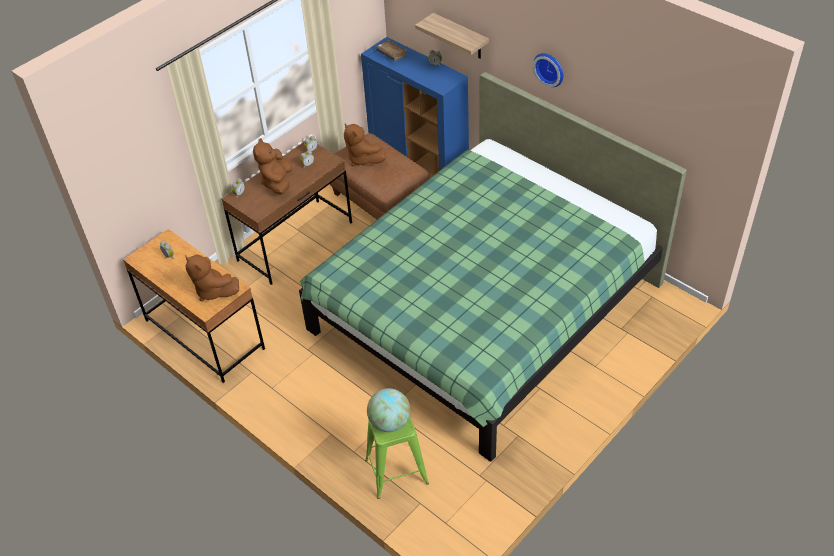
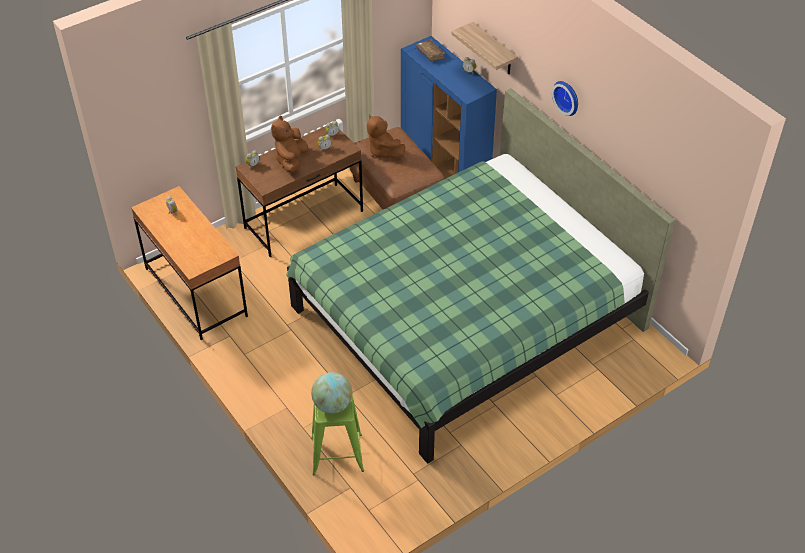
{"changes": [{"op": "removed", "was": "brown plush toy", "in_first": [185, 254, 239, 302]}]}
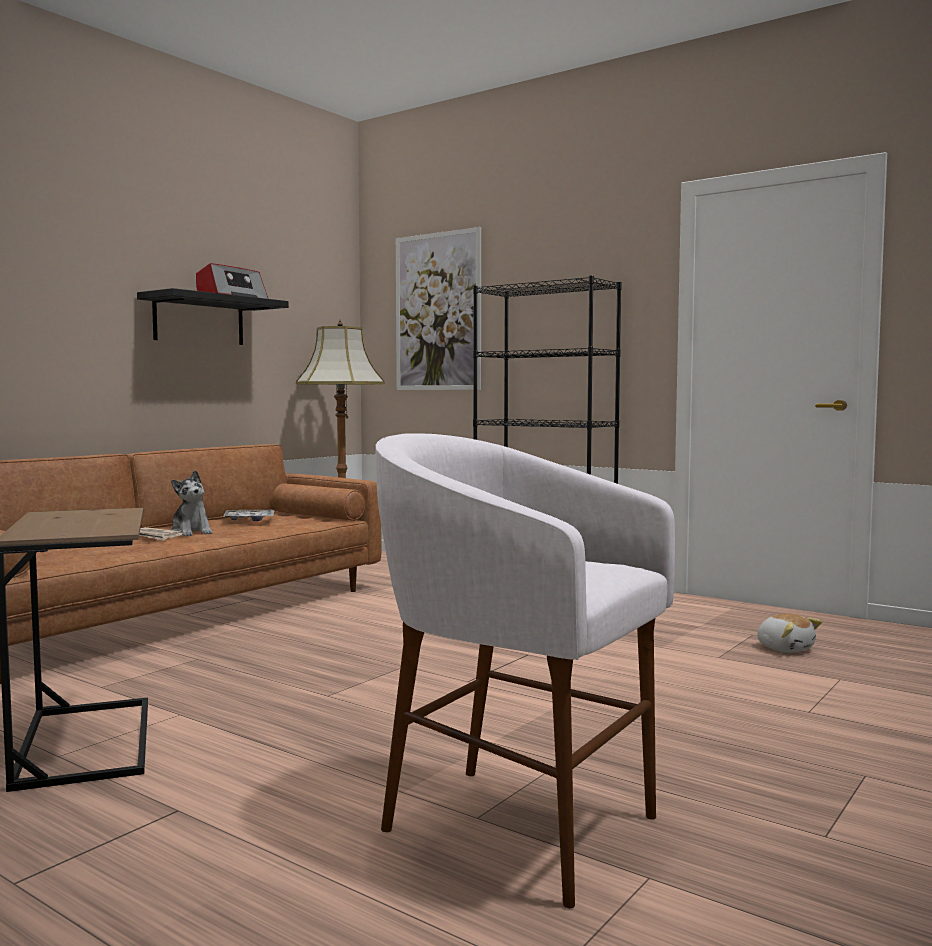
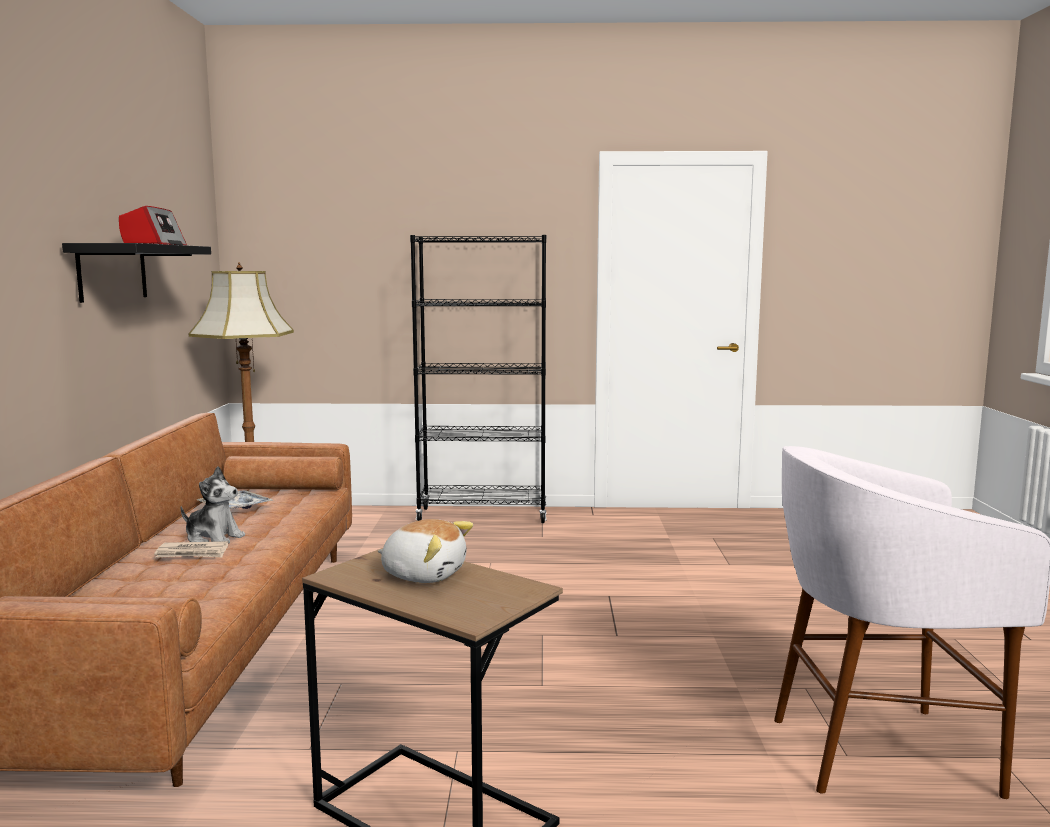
{"changes": [{"op": "moved", "was": "plush toy", "in_first": [757, 613, 822, 653], "in_second": [378, 519, 473, 583]}, {"op": "removed", "was": "picture", "in_first": [396, 227, 481, 390]}]}
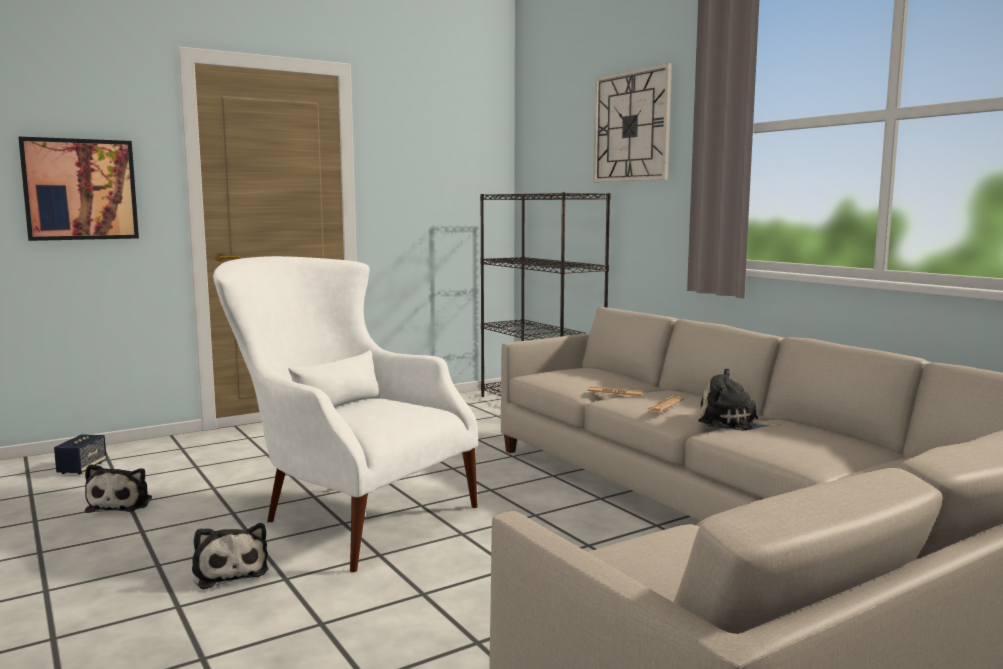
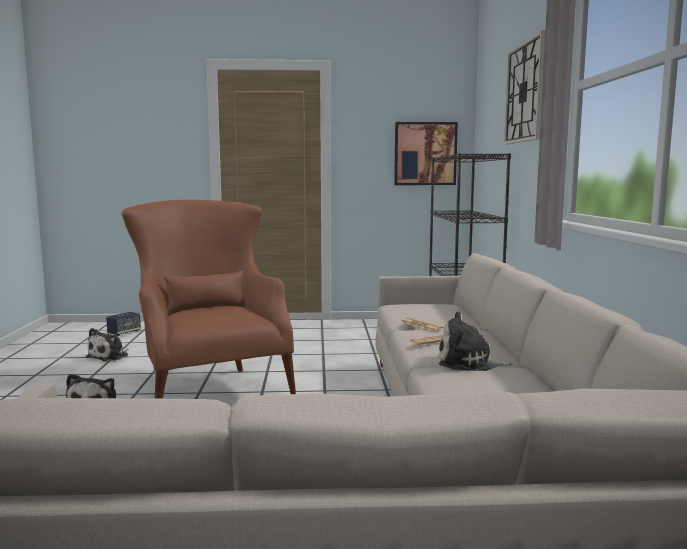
{"changes": [{"op": "recoloured", "was": "white armchair", "now": "brown armchair", "in_first": [213, 256, 478, 572], "in_second": [122, 200, 296, 399]}, {"op": "moved", "was": "picture", "in_first": [18, 137, 139, 241], "in_second": [394, 122, 458, 185]}, {"op": "turned", "was": "plush toy", "in_first": [698, 368, 779, 431], "in_second": [439, 312, 513, 371], "clockwise": -45}]}
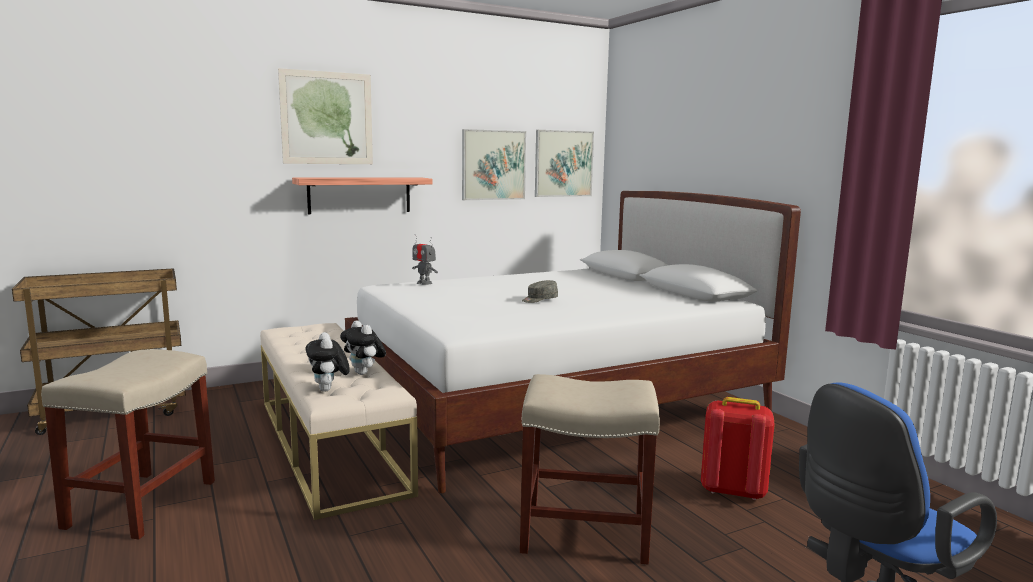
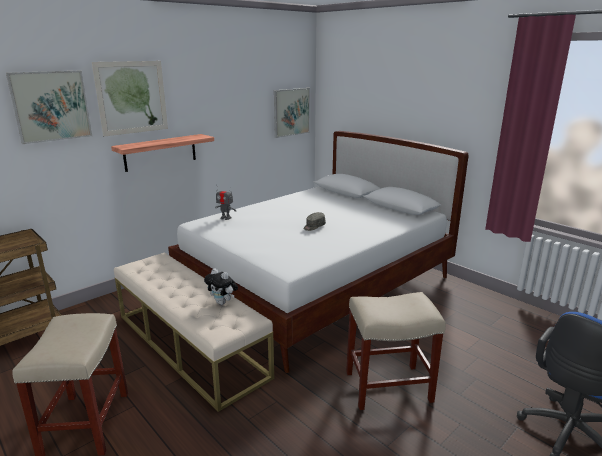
{"changes": [{"op": "moved", "was": "picture", "in_first": [462, 129, 526, 200], "in_second": [6, 71, 92, 144]}, {"op": "removed", "was": "plush toy", "in_first": [305, 332, 350, 392]}, {"op": "removed", "was": "red backpack", "in_first": [701, 397, 775, 500]}]}
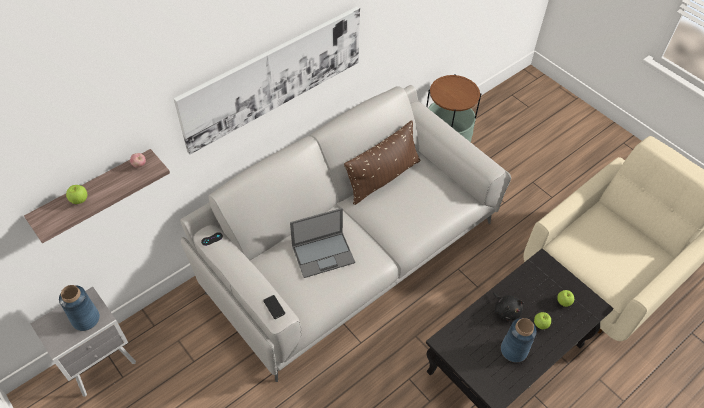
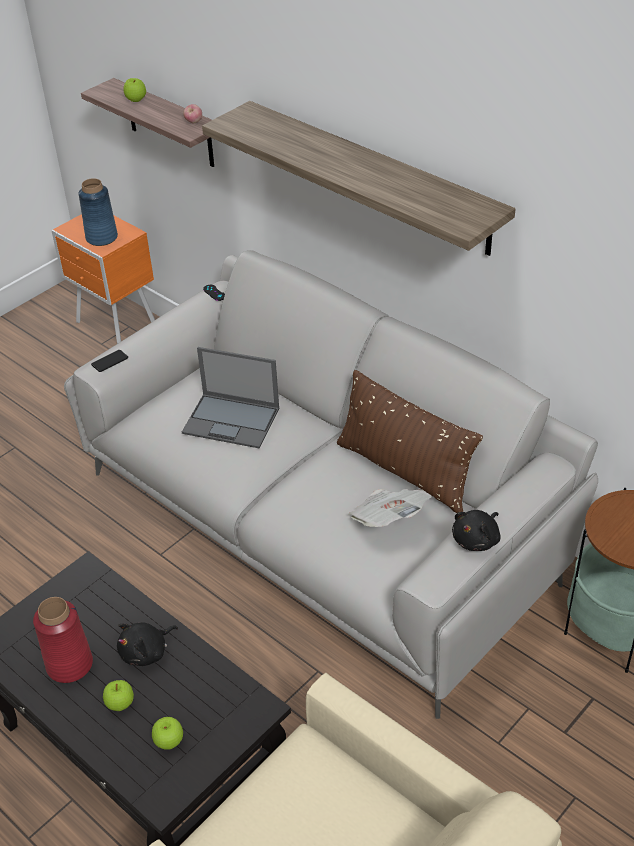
{"changes": [{"op": "recoloured", "was": "blue vase", "now": "red vase", "in_first": [501, 318, 537, 362], "in_second": [33, 597, 93, 683]}, {"op": "recoloured", "was": "grey nightstand", "now": "orange nightstand", "in_first": [31, 287, 136, 397], "in_second": [51, 214, 155, 344]}, {"op": "turned", "was": "laptop", "in_first": [290, 208, 355, 278], "in_second": [182, 347, 279, 449], "clockwise": -45}, {"op": "replaced", "was": "picture", "now": "shelf", "in_first": [173, 6, 360, 155], "in_second": [202, 101, 515, 256]}, {"op": "added", "now": "newspaper", "in_second": [348, 489, 431, 527]}, {"op": "added", "now": "black plush toy", "in_second": [452, 510, 501, 551]}]}
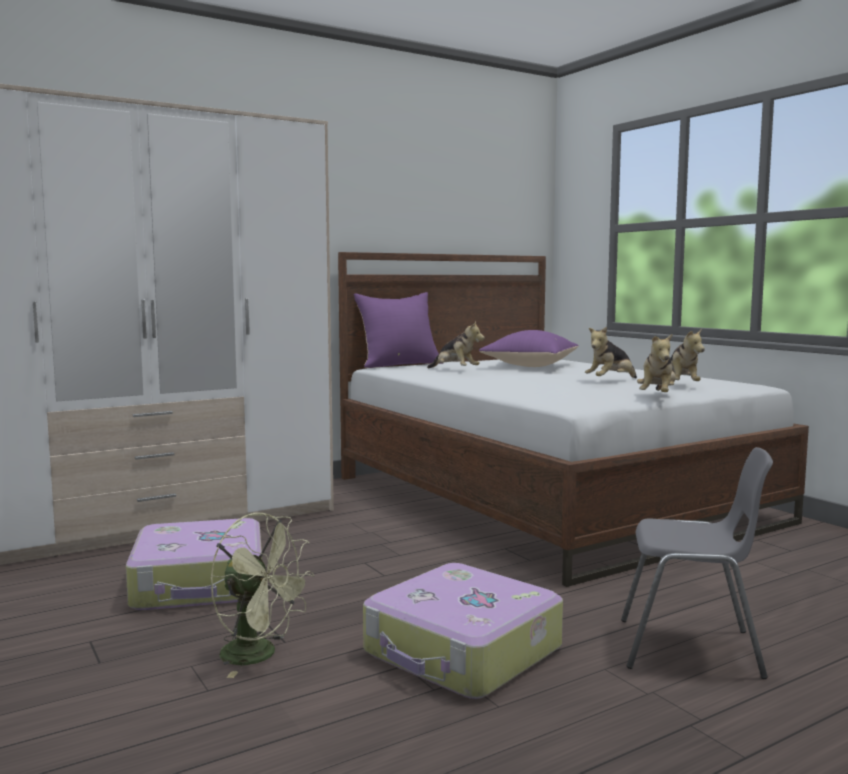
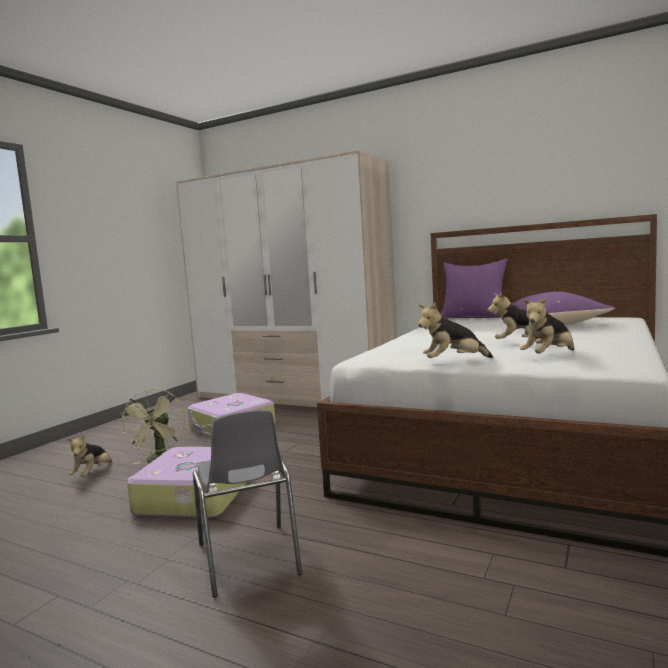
{"changes": [{"op": "moved", "was": "plush toy", "in_first": [427, 321, 485, 368], "in_second": [68, 434, 112, 477]}]}
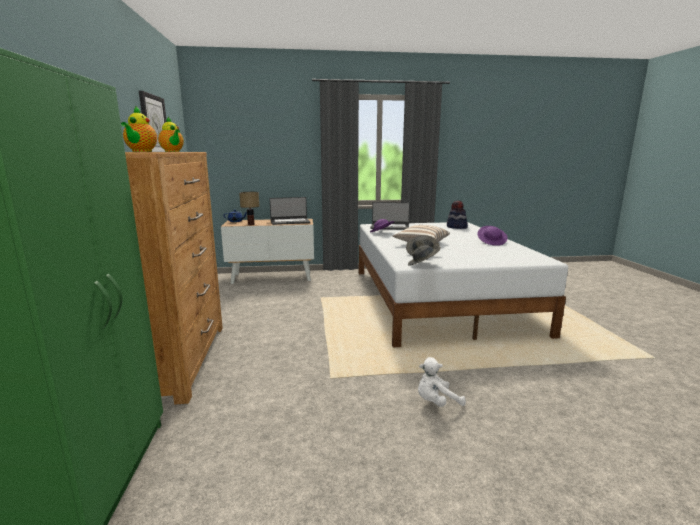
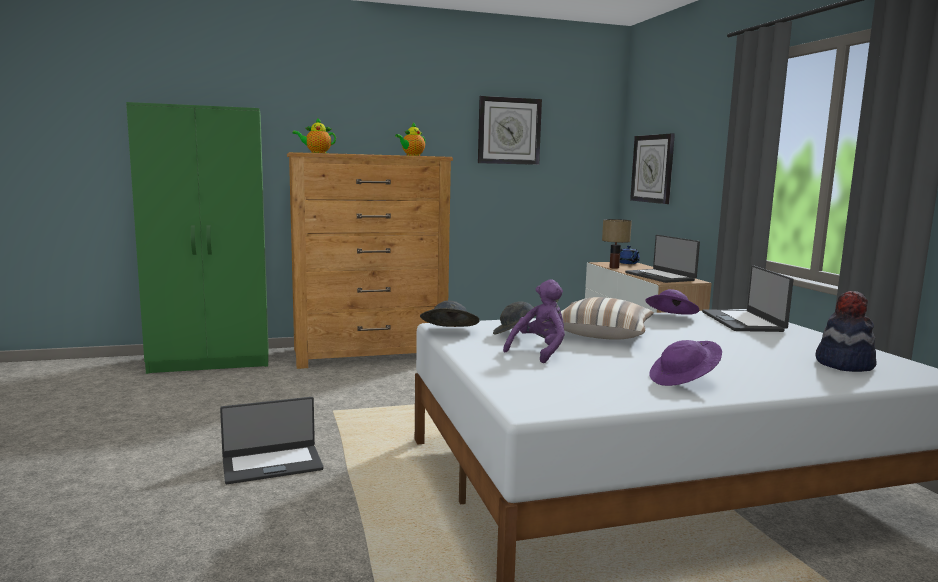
{"changes": [{"op": "replaced", "was": "white plush toy", "now": "laptop", "in_first": [418, 357, 466, 407], "in_second": [220, 397, 324, 484]}, {"op": "added", "now": "purple plush toy", "in_second": [503, 279, 565, 363]}, {"op": "added", "now": "wall clock", "in_second": [630, 134, 675, 204]}]}
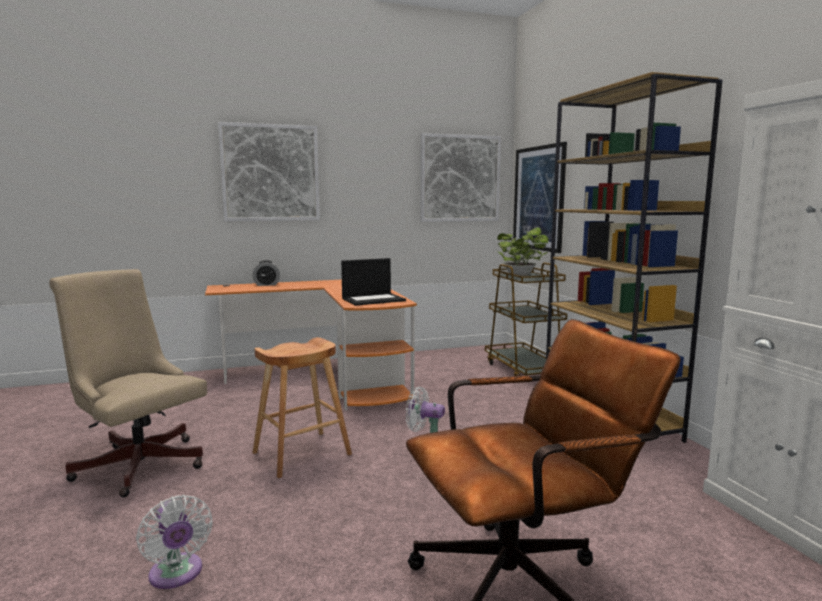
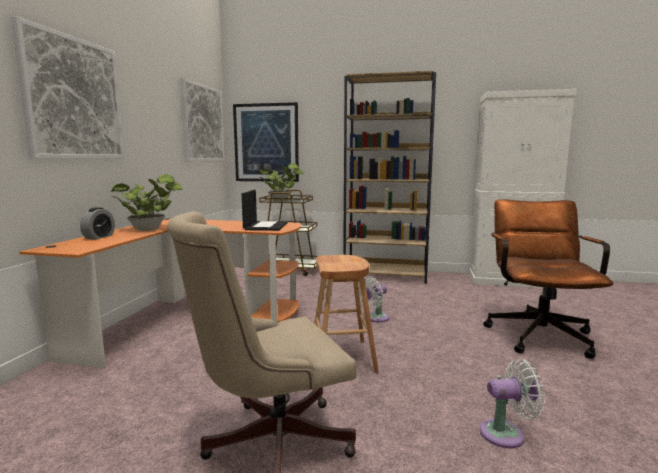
{"changes": [{"op": "added", "now": "potted plant", "in_second": [111, 174, 183, 231]}]}
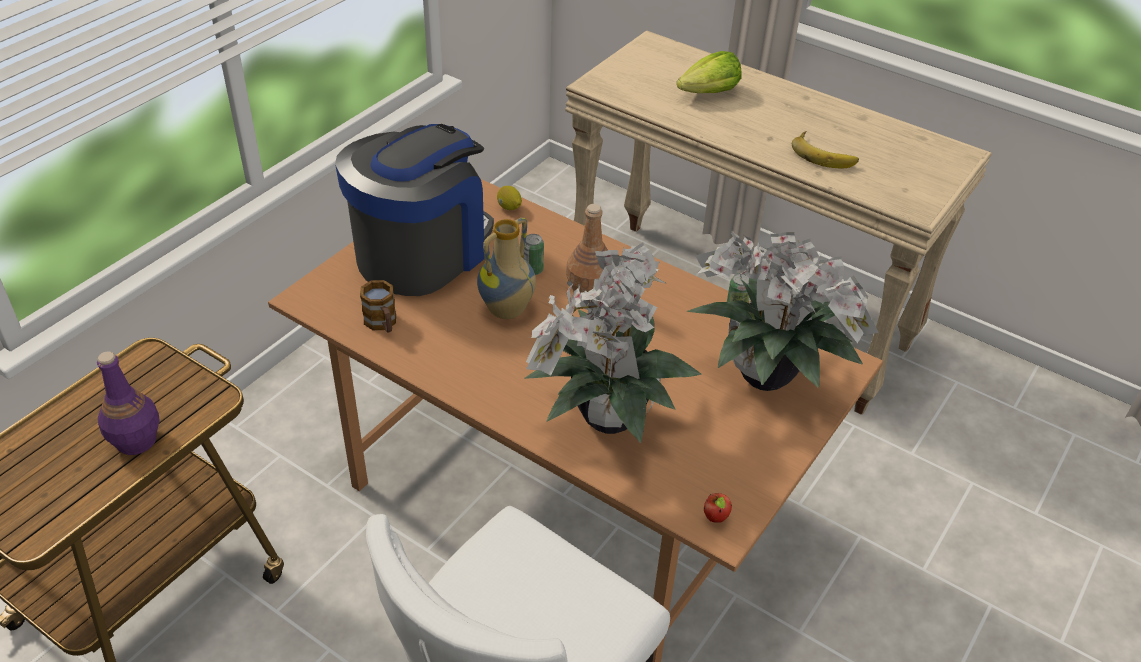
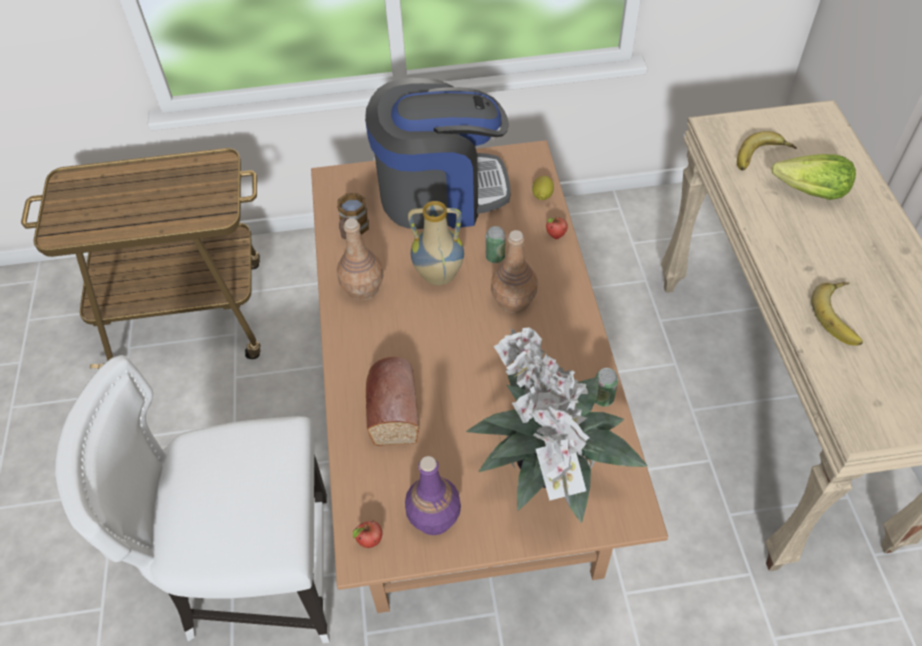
{"changes": [{"op": "added", "now": "brown bottle", "in_second": [337, 218, 384, 301]}, {"op": "replaced", "was": "potted plant", "now": "bread", "in_first": [524, 243, 702, 443], "in_second": [366, 357, 419, 446]}, {"op": "moved", "was": "purple bottle", "in_first": [97, 351, 160, 455], "in_second": [405, 456, 461, 535]}, {"op": "added", "now": "apple", "in_second": [546, 217, 568, 239]}, {"op": "added", "now": "banana", "in_second": [737, 131, 797, 170]}]}
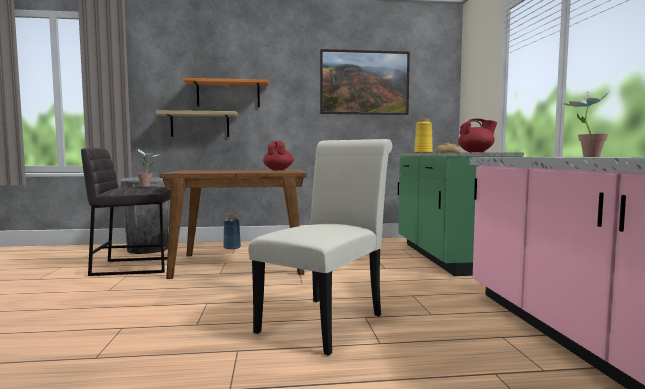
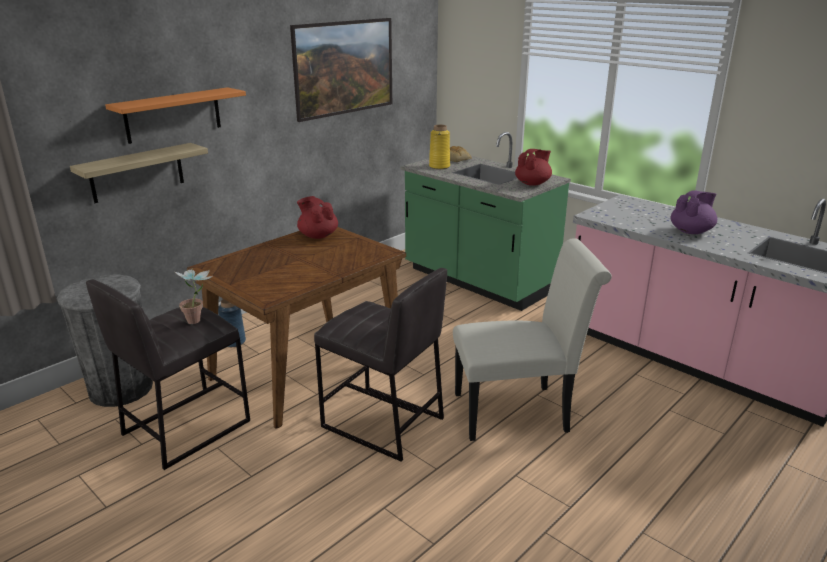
{"changes": [{"op": "added", "now": "grey stool", "in_second": [314, 268, 447, 462]}, {"op": "turned", "was": "white chair", "in_first": [248, 139, 392, 356], "in_second": [453, 238, 612, 441], "clockwise": 90}, {"op": "replaced", "was": "potted plant", "now": "purple teapot", "in_first": [563, 91, 609, 157], "in_second": [671, 190, 717, 234]}]}
